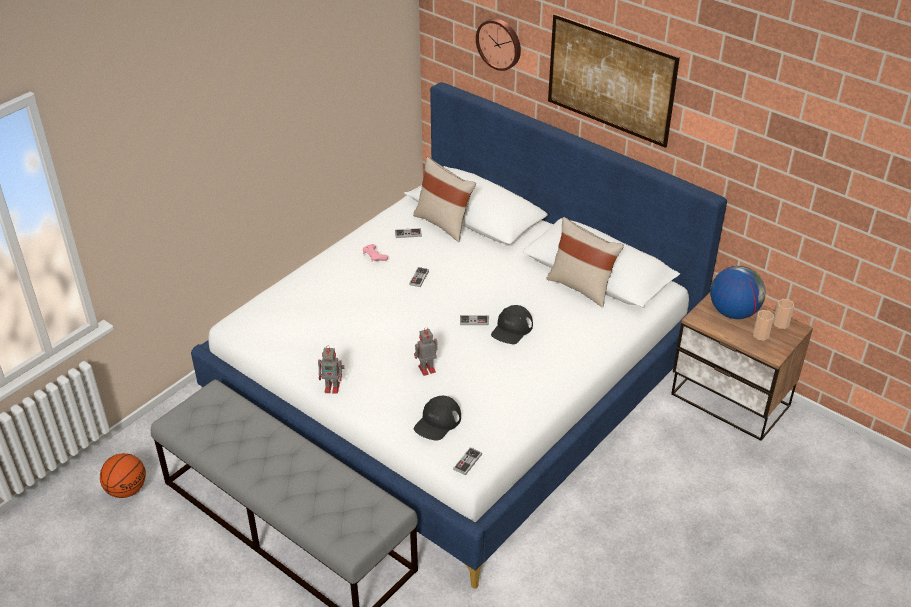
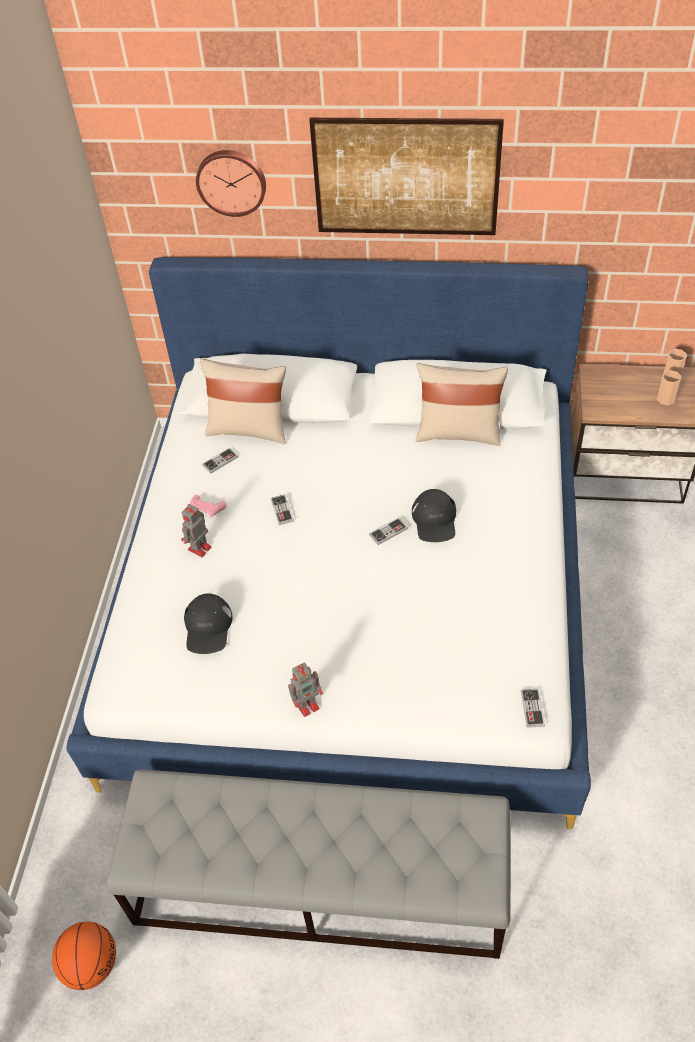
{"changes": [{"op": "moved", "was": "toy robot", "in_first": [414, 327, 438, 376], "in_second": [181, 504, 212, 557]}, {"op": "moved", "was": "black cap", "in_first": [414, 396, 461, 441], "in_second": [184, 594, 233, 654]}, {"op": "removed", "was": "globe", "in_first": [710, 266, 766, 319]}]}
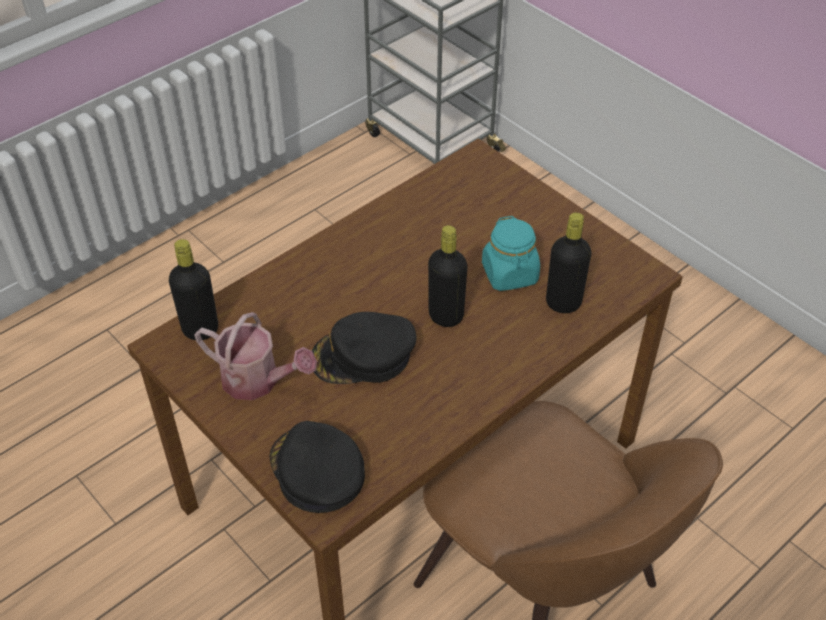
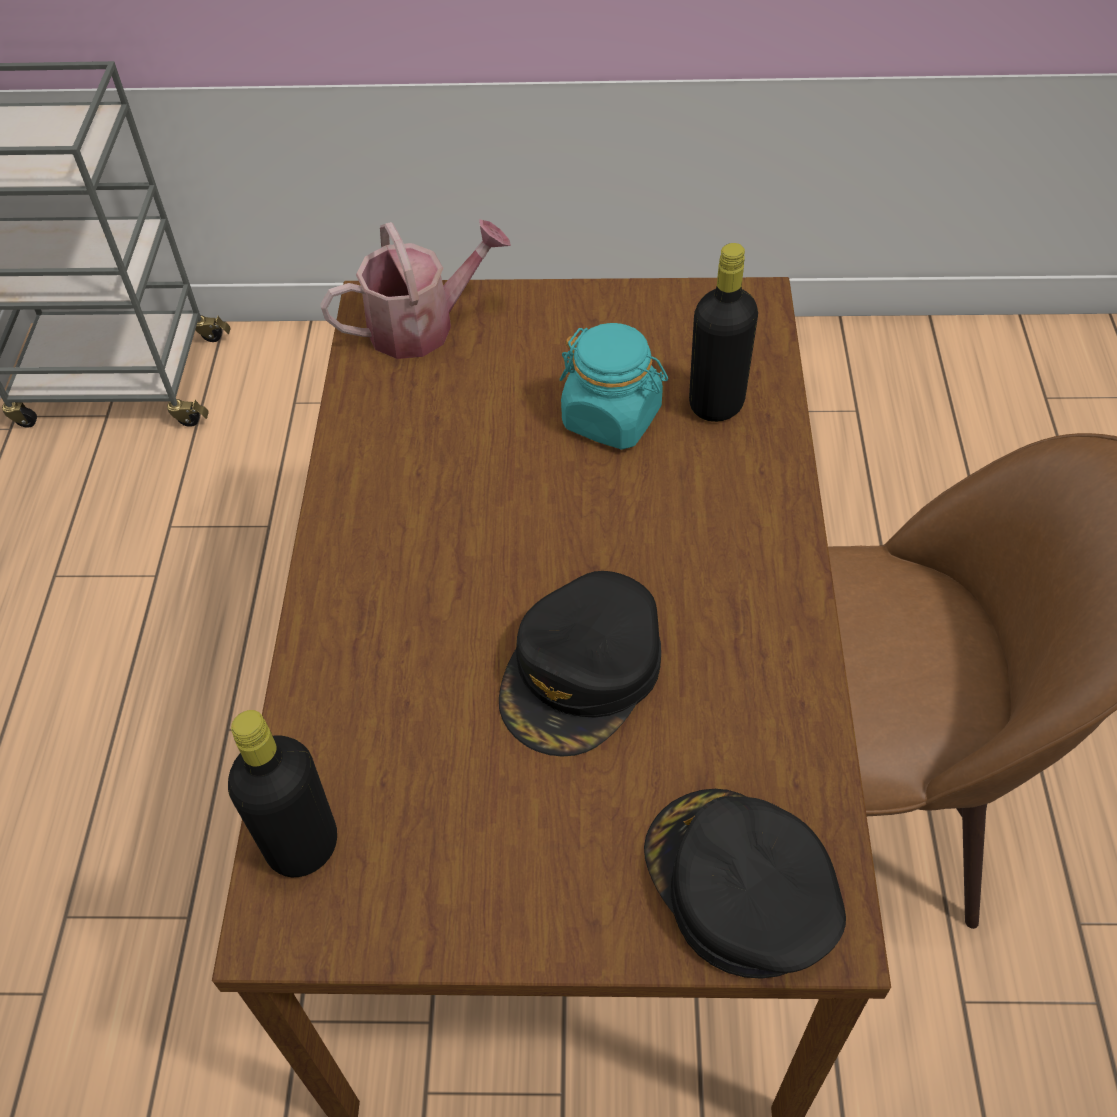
{"changes": [{"op": "moved", "was": "watering can", "in_first": [194, 312, 317, 400], "in_second": [320, 219, 511, 359]}, {"op": "turned", "was": "black cap", "in_first": [270, 421, 365, 513], "in_second": [644, 789, 846, 979], "clockwise": 45}, {"op": "removed", "was": "black bottle", "in_first": [428, 225, 468, 327]}]}
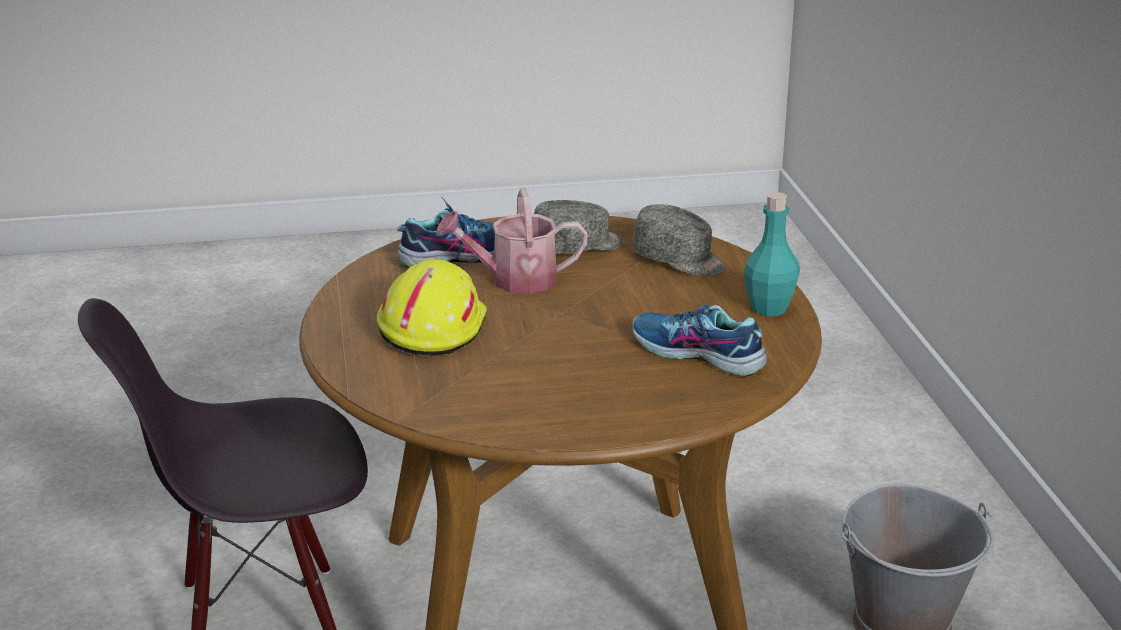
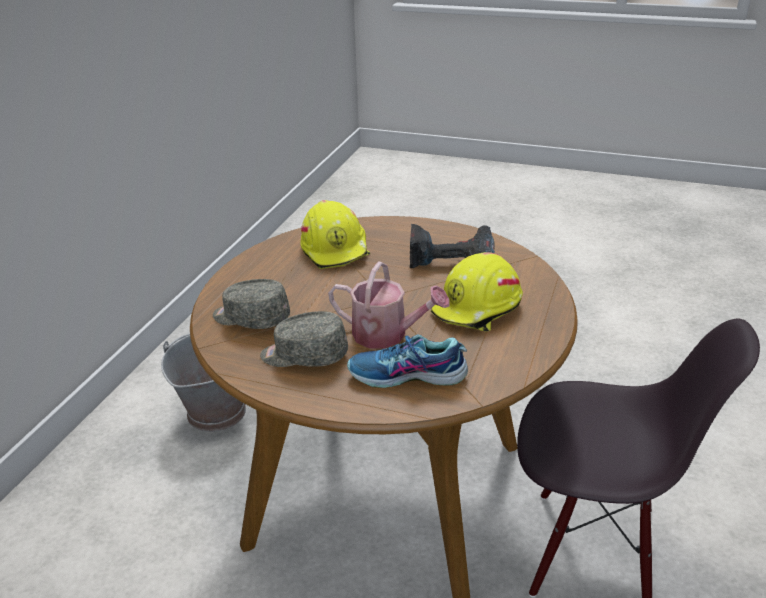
{"changes": [{"op": "turned", "was": "grey cap", "in_first": [633, 204, 726, 276], "in_second": [213, 279, 290, 329], "clockwise": -45}, {"op": "replaced", "was": "shoe", "now": "yellow hard hat", "in_first": [632, 304, 767, 377], "in_second": [300, 200, 370, 269]}, {"op": "added", "now": "power drill", "in_second": [410, 224, 495, 268]}, {"op": "removed", "was": "turquoise bottle", "in_first": [744, 192, 800, 316]}]}
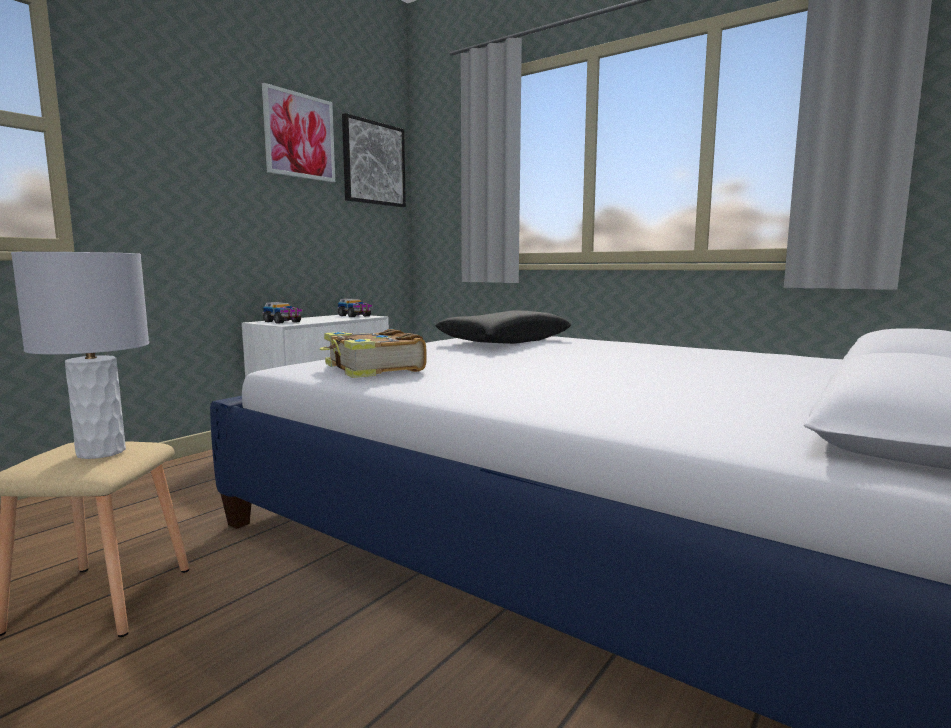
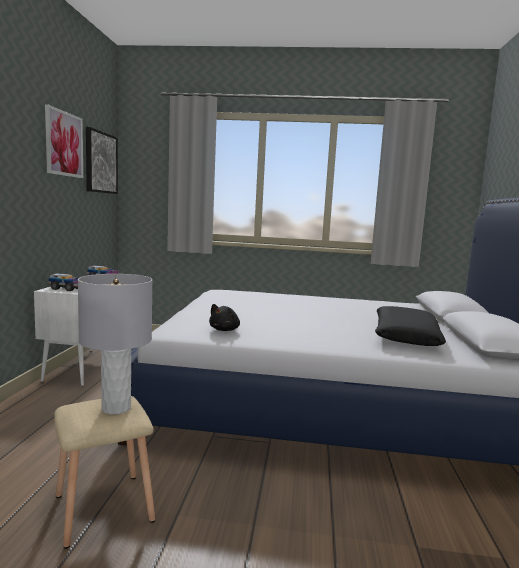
{"changes": [{"op": "replaced", "was": "book", "now": "black plush toy", "in_first": [320, 329, 427, 378], "in_second": [209, 304, 240, 331]}, {"op": "moved", "was": "black pillow", "in_first": [435, 310, 571, 344], "in_second": [375, 306, 446, 346]}]}
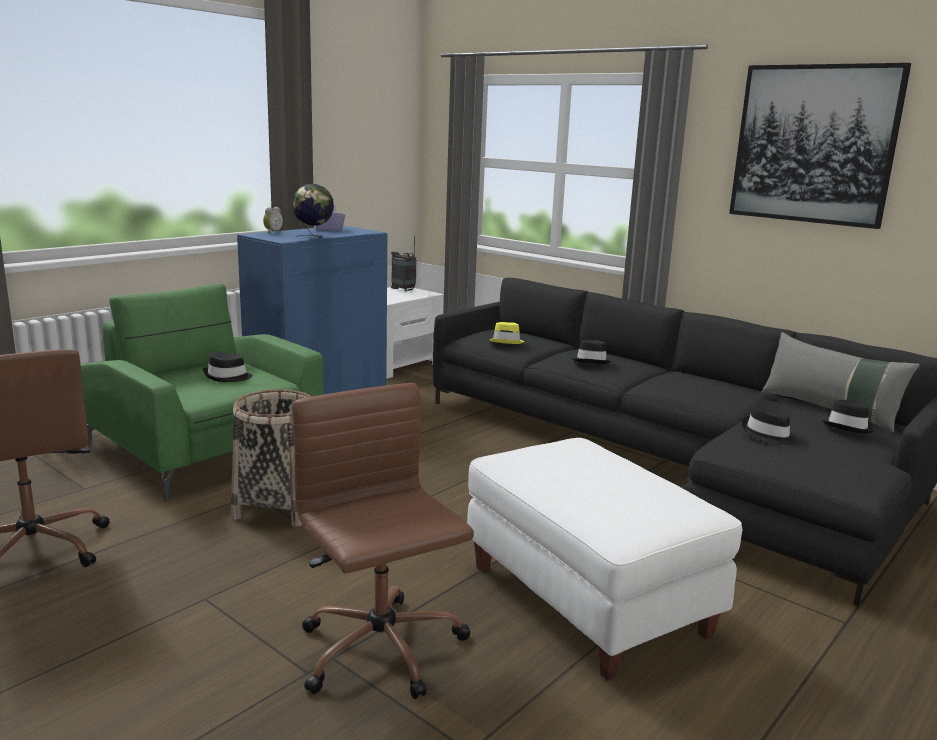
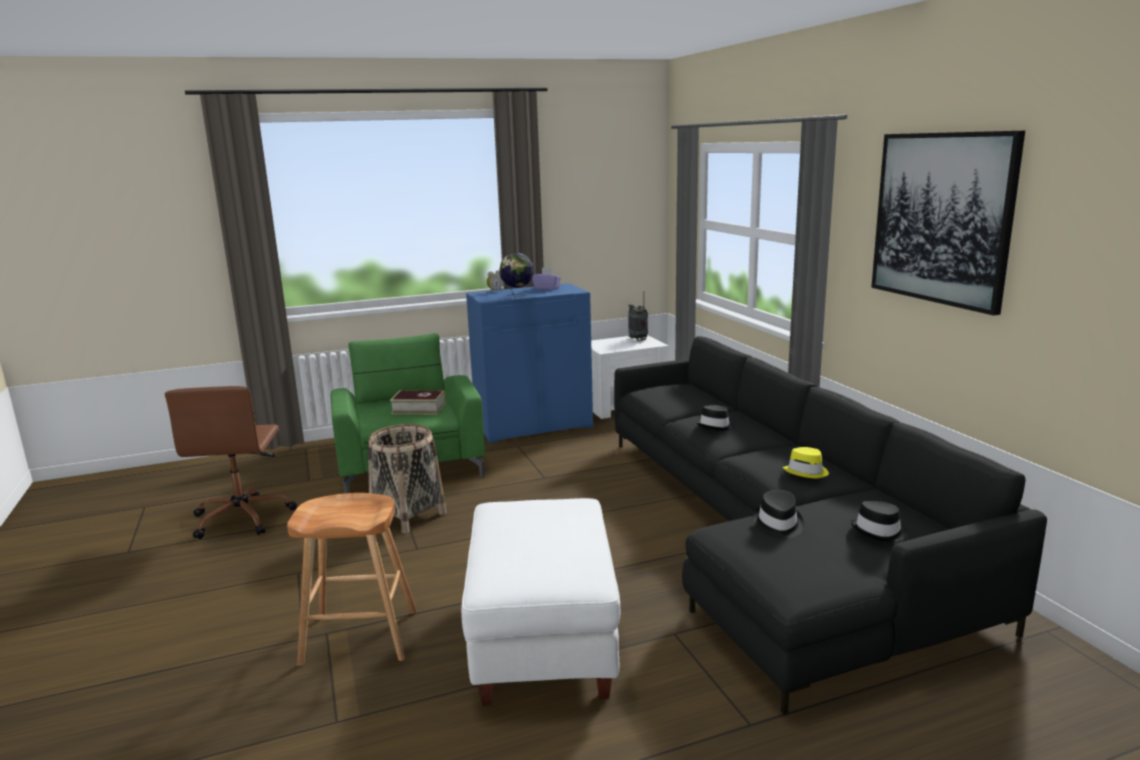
{"changes": [{"op": "replaced", "was": "brown office chair", "now": "brown stool", "in_first": [292, 383, 474, 699], "in_second": [287, 493, 417, 666]}, {"op": "replaced", "was": "black hat", "now": "book", "in_first": [203, 352, 253, 382], "in_second": [390, 390, 445, 414]}, {"op": "moved", "was": "yellow hat", "in_first": [489, 322, 524, 344], "in_second": [783, 447, 829, 478]}, {"op": "removed", "was": "grey pillow", "in_first": [761, 332, 920, 433]}]}
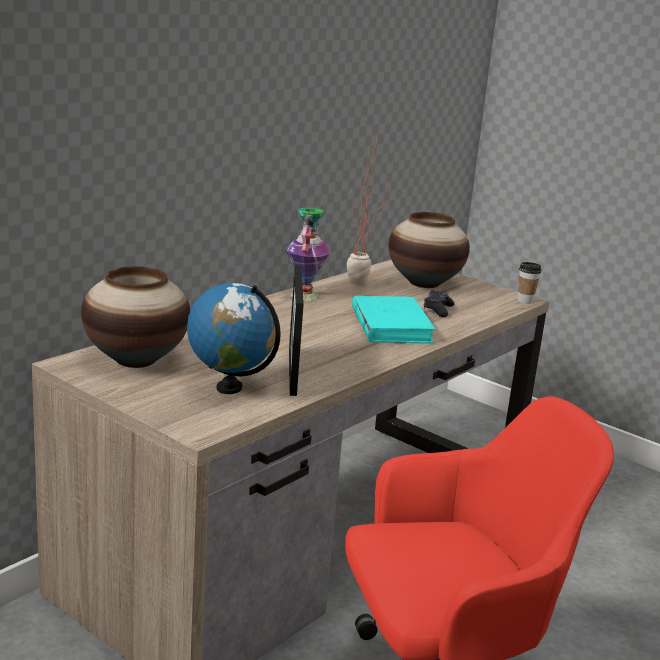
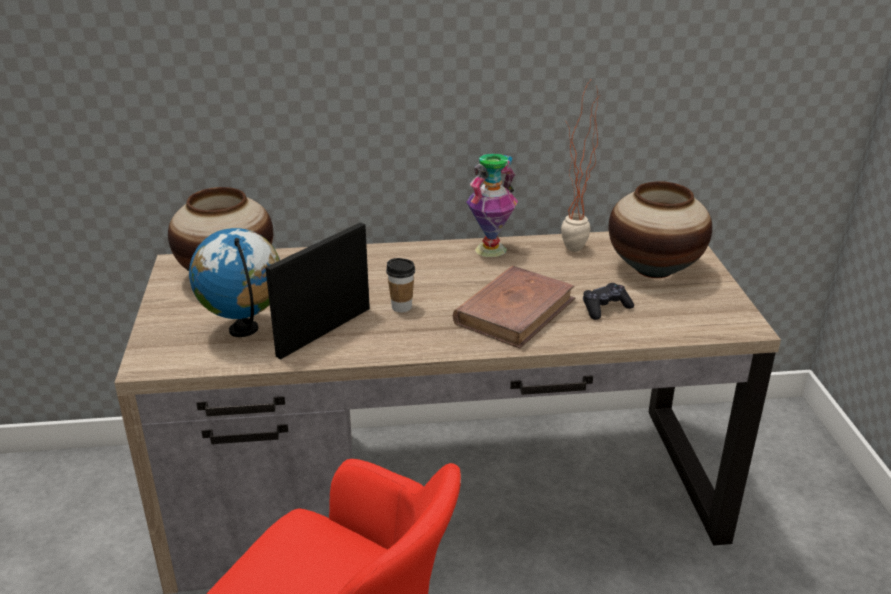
{"changes": [{"op": "moved", "was": "cup", "in_first": [518, 262, 541, 304], "in_second": [386, 258, 415, 312]}, {"op": "recoloured", "was": "turquoise book", "now": "brown book", "in_first": [352, 296, 436, 344], "in_second": [453, 266, 575, 348]}]}
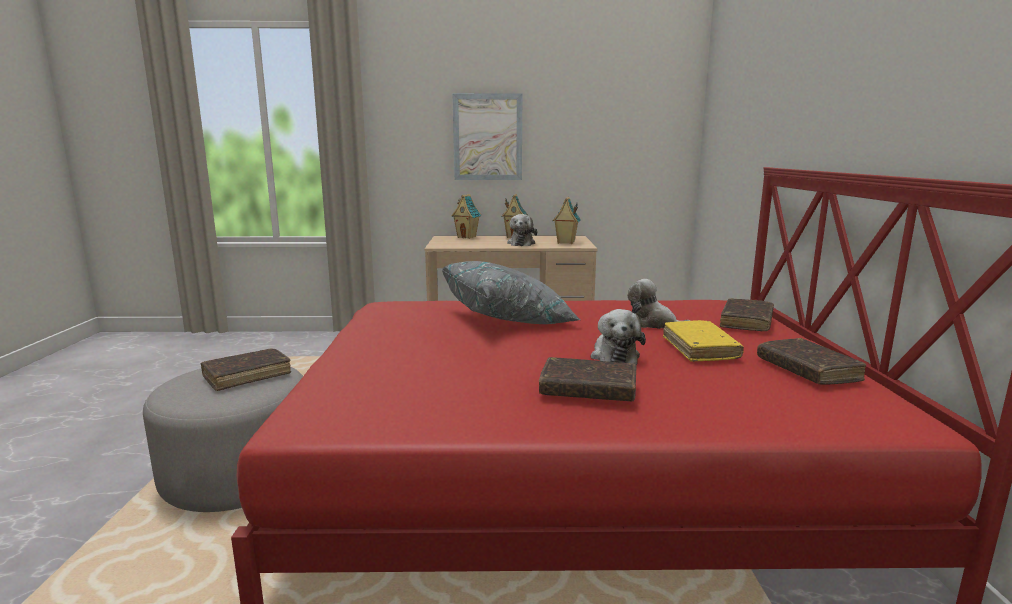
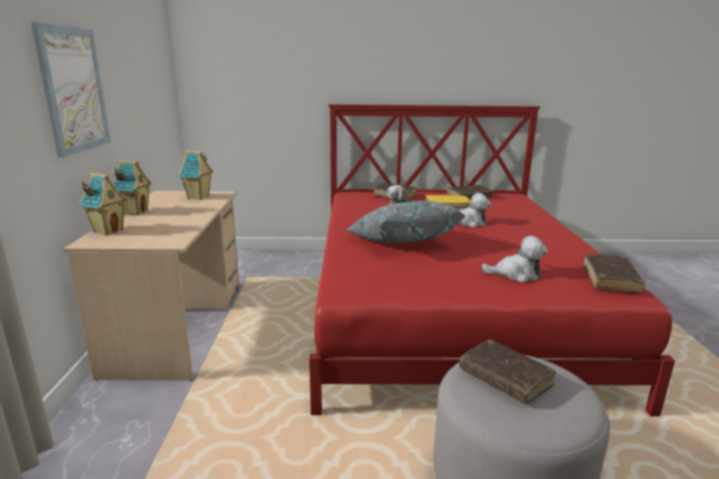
{"changes": [{"op": "moved", "was": "plush toy", "in_first": [507, 214, 538, 246], "in_second": [481, 236, 548, 282]}, {"op": "moved", "was": "brown book", "in_first": [539, 357, 637, 401], "in_second": [583, 254, 645, 292]}]}
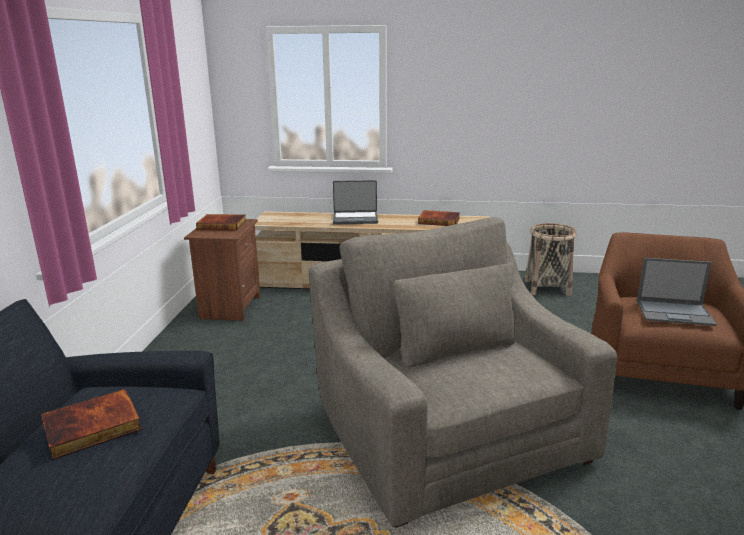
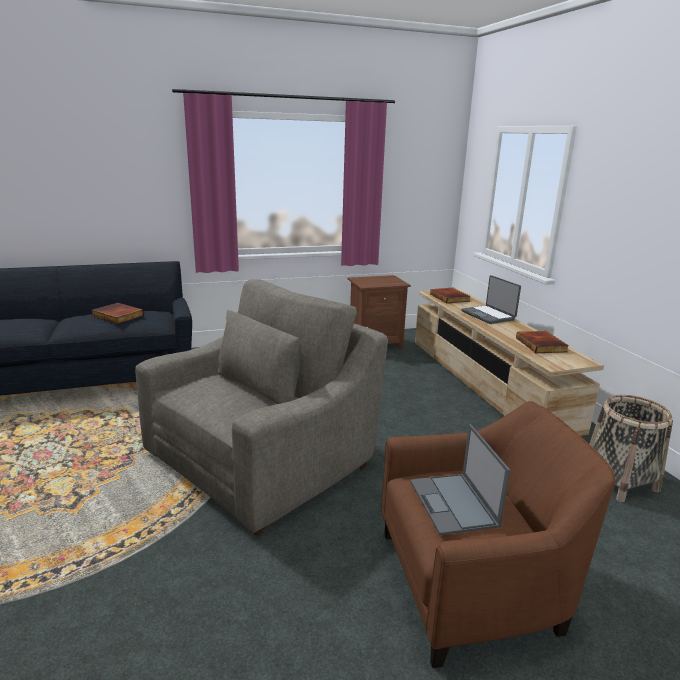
{"changes": [{"op": "moved", "was": "book", "in_first": [196, 214, 247, 230], "in_second": [430, 288, 470, 304]}]}
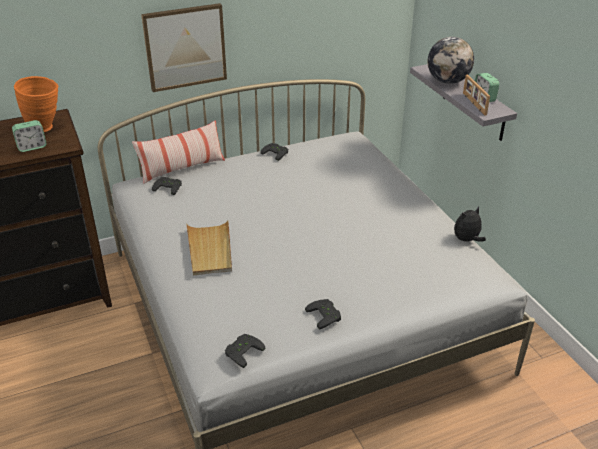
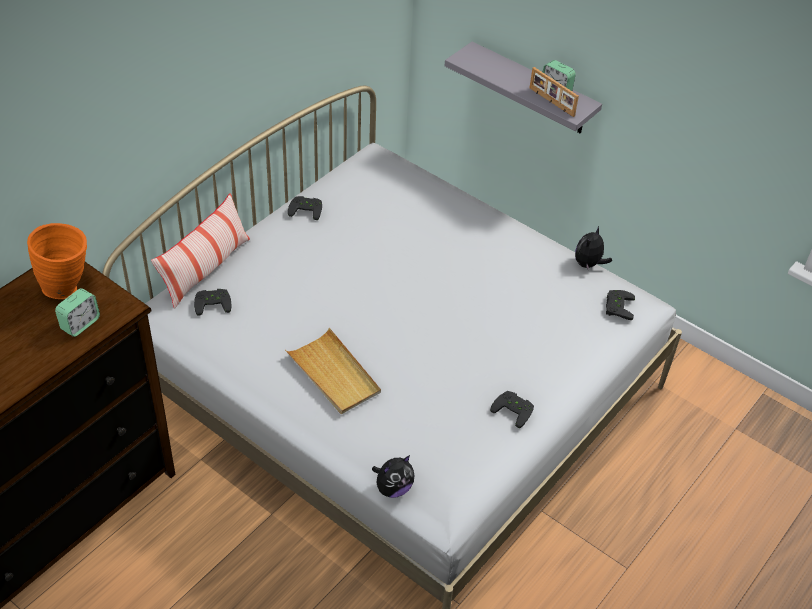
{"changes": [{"op": "added", "now": "plush toy", "in_second": [372, 455, 415, 498]}, {"op": "moved", "was": "black game controller", "in_first": [225, 334, 265, 368], "in_second": [606, 290, 635, 320]}, {"op": "removed", "was": "picture", "in_first": [141, 3, 227, 92]}, {"op": "removed", "was": "globe", "in_first": [428, 37, 474, 84]}]}
